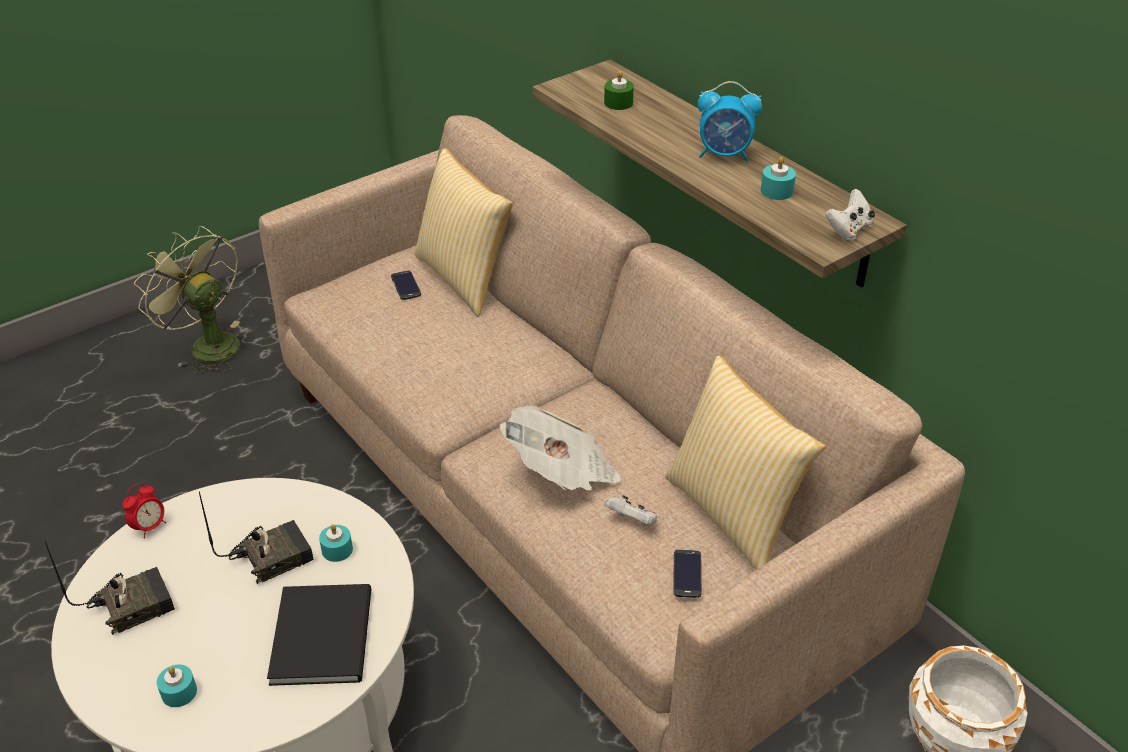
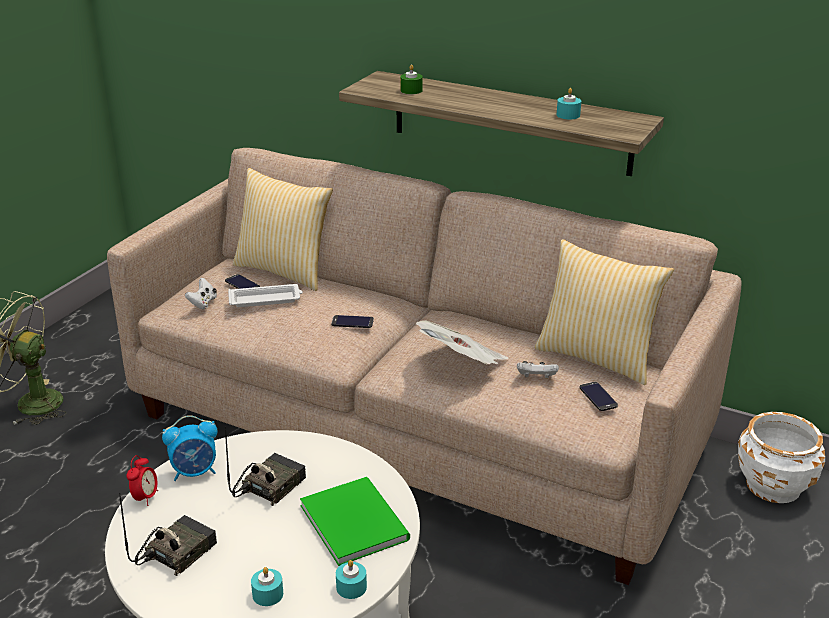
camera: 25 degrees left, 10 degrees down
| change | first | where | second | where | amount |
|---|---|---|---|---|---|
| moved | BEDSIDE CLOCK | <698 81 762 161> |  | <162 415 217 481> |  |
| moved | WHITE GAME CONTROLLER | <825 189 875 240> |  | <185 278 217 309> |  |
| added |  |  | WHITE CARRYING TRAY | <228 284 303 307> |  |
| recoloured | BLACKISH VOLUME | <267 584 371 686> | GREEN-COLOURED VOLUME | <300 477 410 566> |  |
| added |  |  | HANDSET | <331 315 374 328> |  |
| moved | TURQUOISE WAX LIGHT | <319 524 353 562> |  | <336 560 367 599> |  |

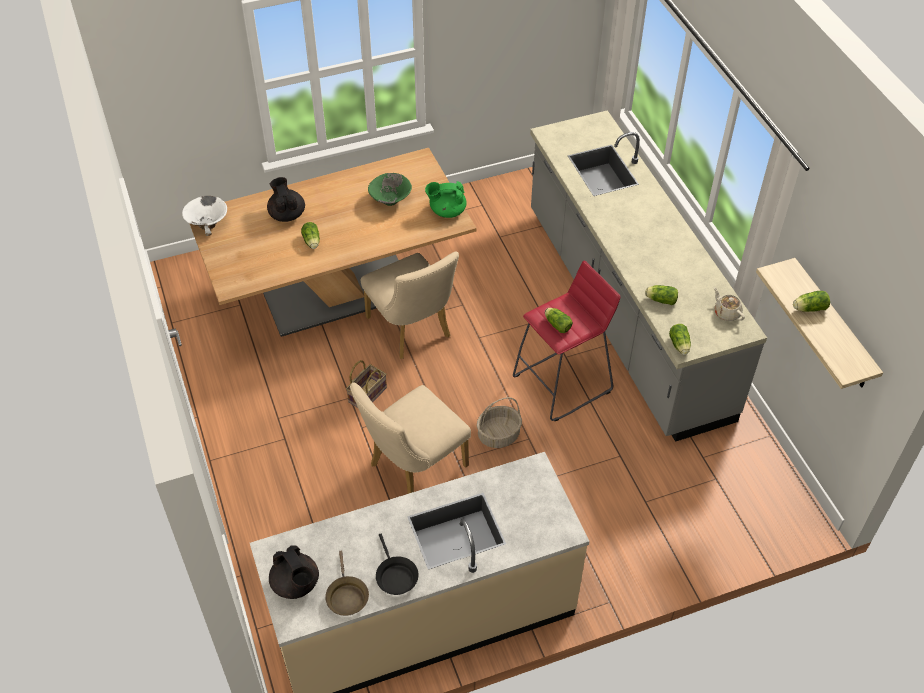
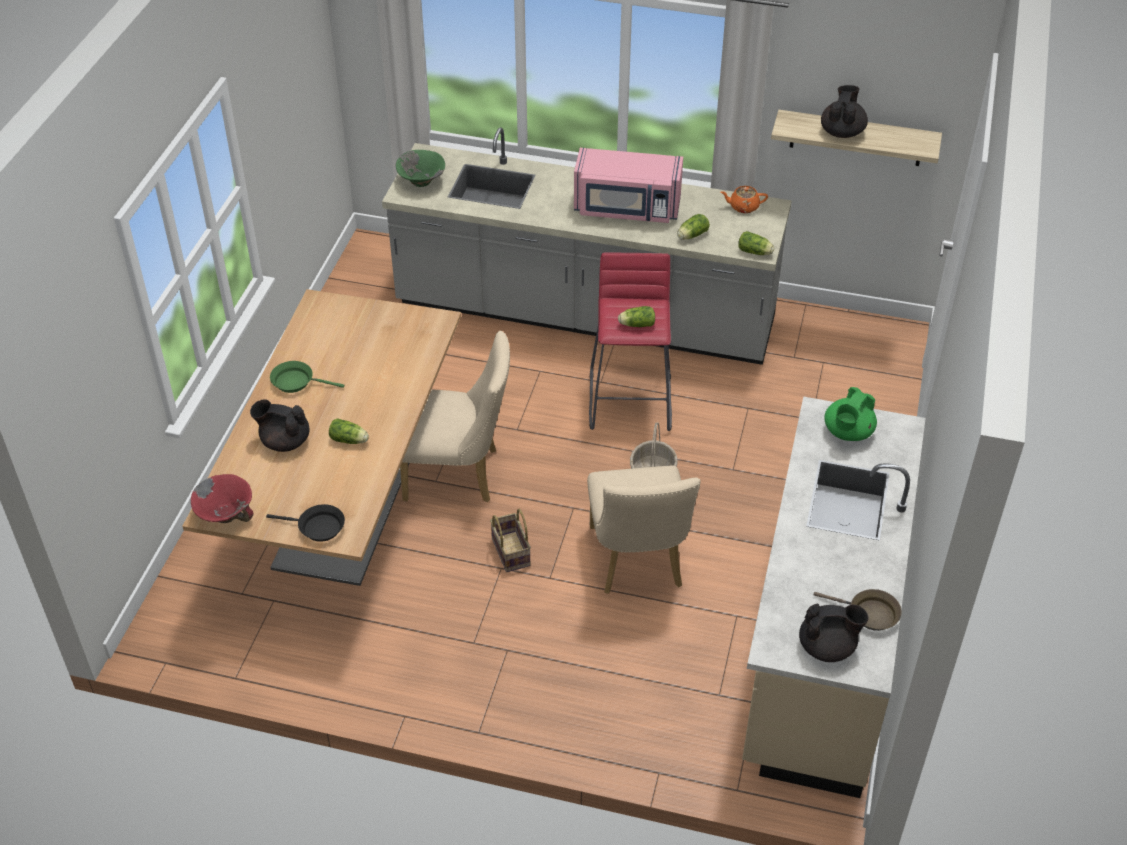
camera: 55 degrees left, 5 degrees down
| change | first | where | second | where | amount |
|---|---|---|---|---|---|
| recoloured | WHITE DEEP DISH | <182 196 227 236> | REDDISH DEEP DISH | <191 474 254 523> |  |
| moved | BLACKISH FRYING PAN | <376 534 419 595> |  | <266 504 345 542> |  |
| added |  |  | GREEN-COLOURED FRYING PAN | <270 361 344 393> |  |
| moved | GREEN-COLOURED DEEP DISH | <368 173 412 206> |  | <396 150 445 187> |  |
| added |  |  | PINK-COLOURED MICROWAVE OVEN | <574 148 683 223> |  |
| recoloured | SAND-COLOURED TEAPOT | <714 287 745 321> | ORANGE-COLOURED TEAPOT | <721 186 768 213> |  |
| replaced | LETTUCE | <793 291 830 312> | BLACKISH TEAPOT | <821 85 868 138> |  |
| moved | GREEN-COLOURED TEAPOT | <425 181 467 218> |  | <824 387 877 441> |  |

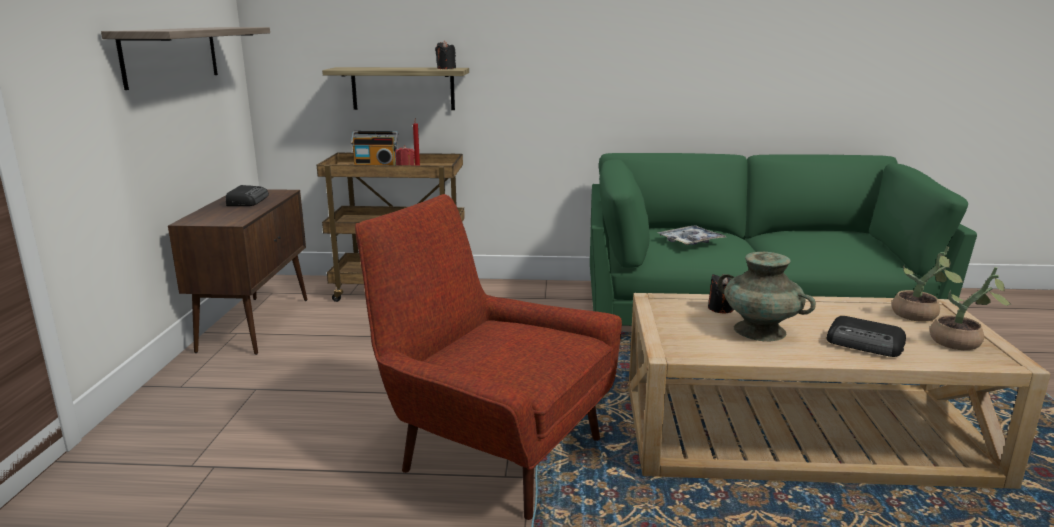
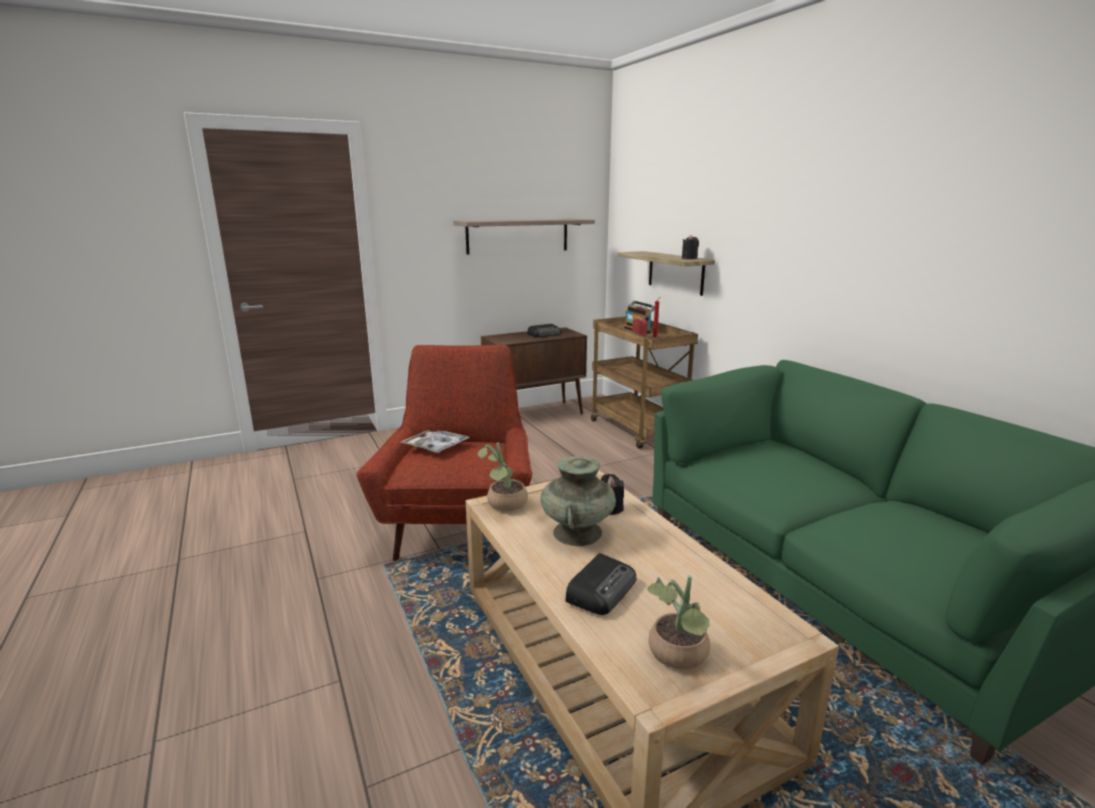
camera: 60 degrees right, 0 degrees up
| change | first | where | second | where | amount |
|---|---|---|---|---|---|
| moved | CARRYING TRAY | <657 225 726 245> |  | <401 430 470 453> |  |
| moved | POTTED PLANT | <892 246 964 322> |  | <478 442 528 511> |  |
| turned | RADIO SET | <827 316 906 357> |  | <566 553 636 615> | 150 degrees counterclockwise |

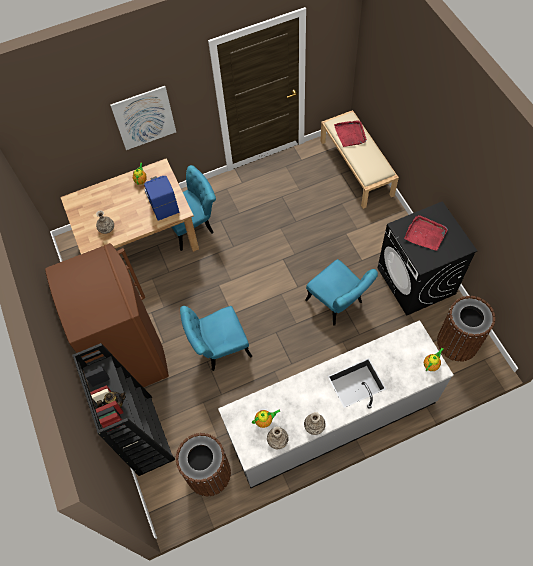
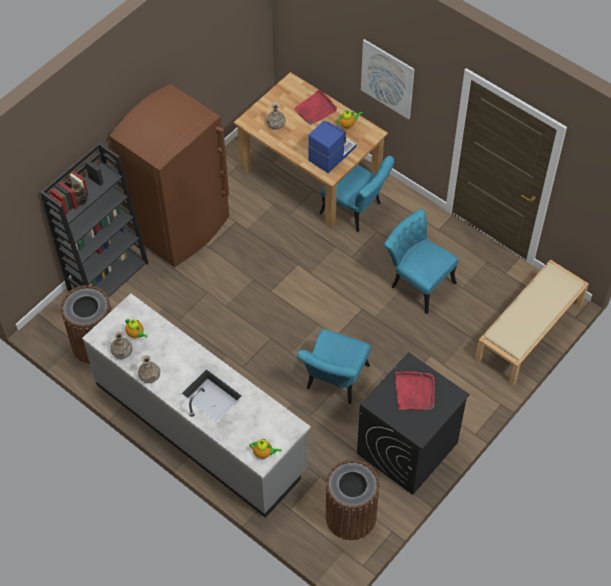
camera: 60 degrees right, 5 degrees down
| change | first | where | second | where | amount |
|---|---|---|---|---|---|
| moved | REDDISH CARRYING TRAY | <334 120 367 147> |  | <294 90 337 125> |  |
| moved | TURQUOISE PLAIN CHAIR | <180 306 252 371> |  | <384 209 459 314> |  |

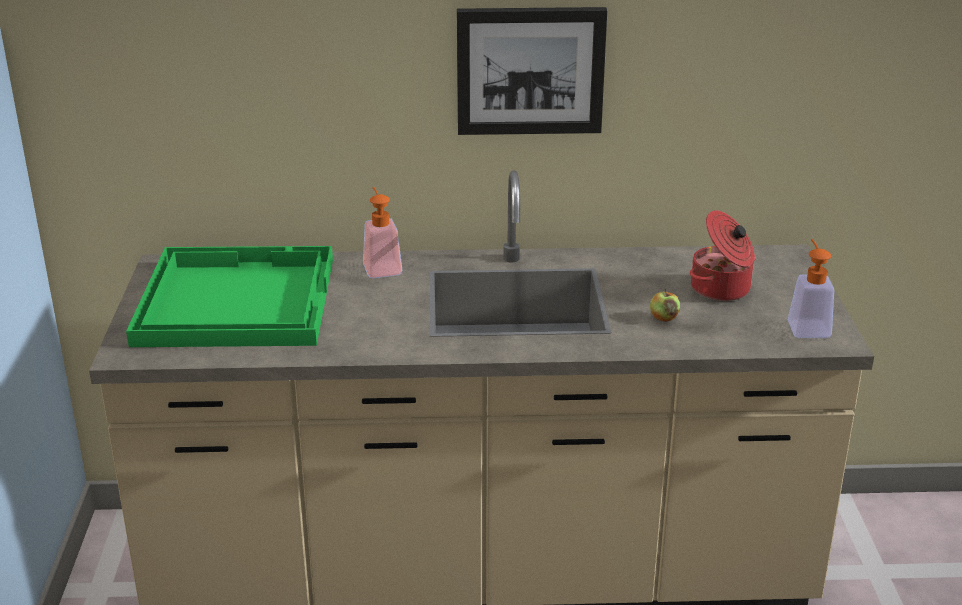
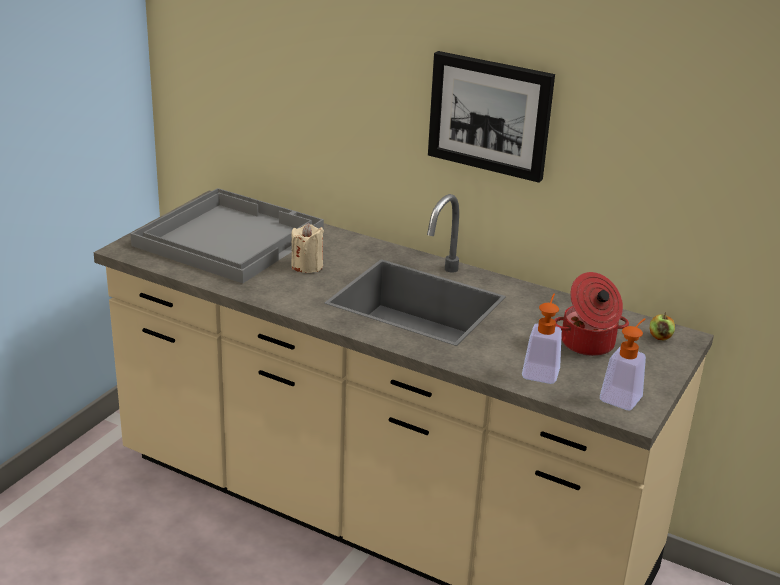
camera: 30 degrees right, 0 degrees up
| change | first | where | second | where | amount |
|---|---|---|---|---|---|
| recoloured | GREEN-COLOURED CARRYING TRAY | <126 246 333 347> | GRAY CARRYING TRAY | <130 188 324 283> |  |
| added |  |  | SAND-COLOURED WAX LIGHT | <292 223 324 273> |  |
| moved | SOAP DISPENSER | <363 187 402 278> |  | <522 293 562 384> |  |
| moved | WHOLE APPLE | <650 289 680 322> |  | <650 313 675 340> |  |

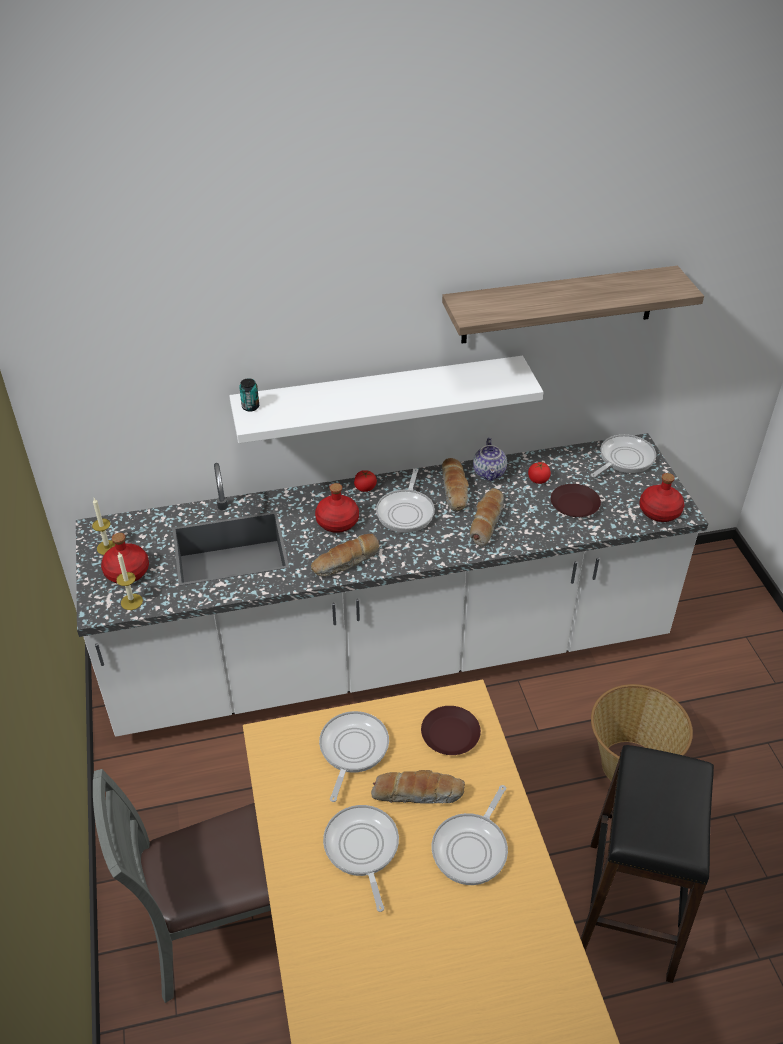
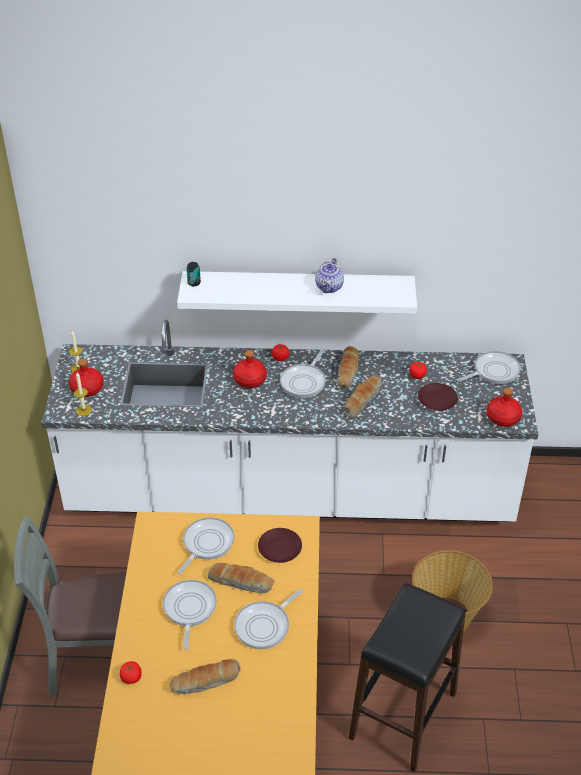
camera: 15 degrees right, 0 degrees up
| change | first | where | second | where | amount |
|---|---|---|---|---|---|
| added |  |  | WHOLE TOMATO | <120 661 142 684> |  |
| moved | BREAD | <311 534 379 576> |  | <170 659 240 694> |  |
| moved | TEAPOT | <473 438 507 481> |  | <315 258 344 293> |  |
| removed | WALL SHELF | <442 266 704 344> |  |  |  |

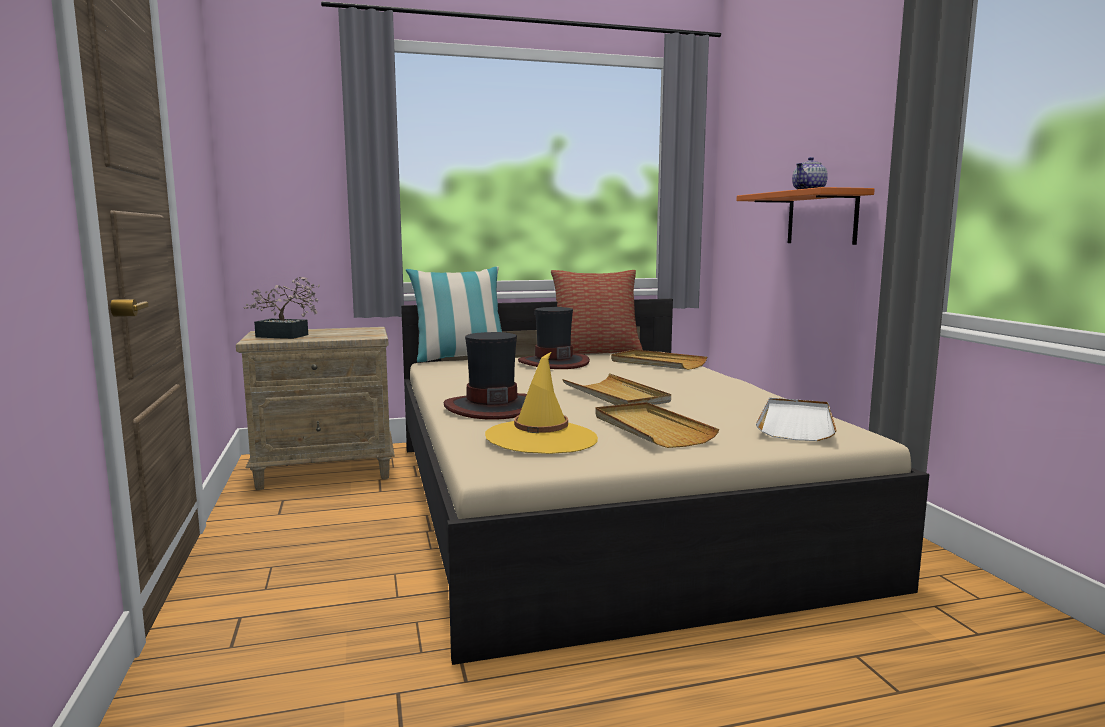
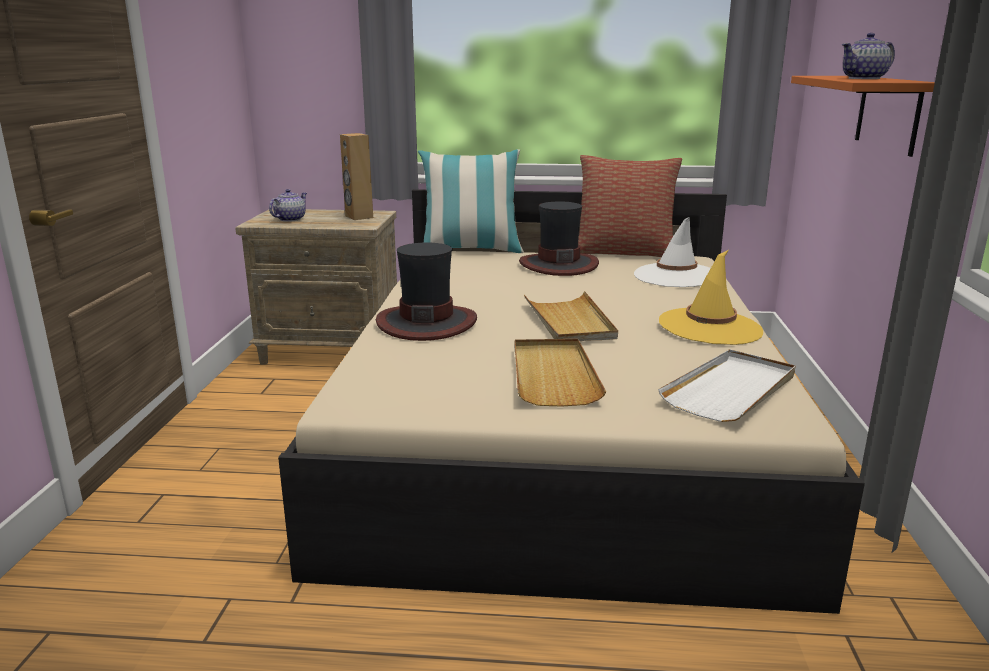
camera: 20 degrees right, 10 degrees up
| change | first | where | second | where | amount |
|---|---|---|---|---|---|
| replaced | POTTED PLANT | <243 277 320 339> | TEAPOT | <269 189 307 222> |  |
| added |  |  | BROWN SPEAKER | <340 133 373 220> |  |
| replaced | SAND-COLOURED CARRYING TRAY | <611 349 707 370> | WHITE HAT | <634 217 711 287> |  |
| moved | YELLOWISH HAT | <485 351 598 454> |  | <659 250 763 345> |  |

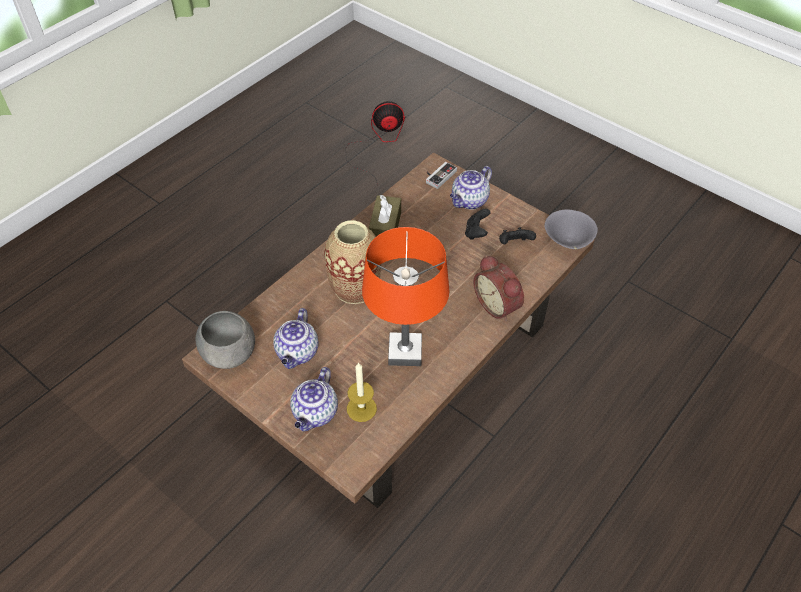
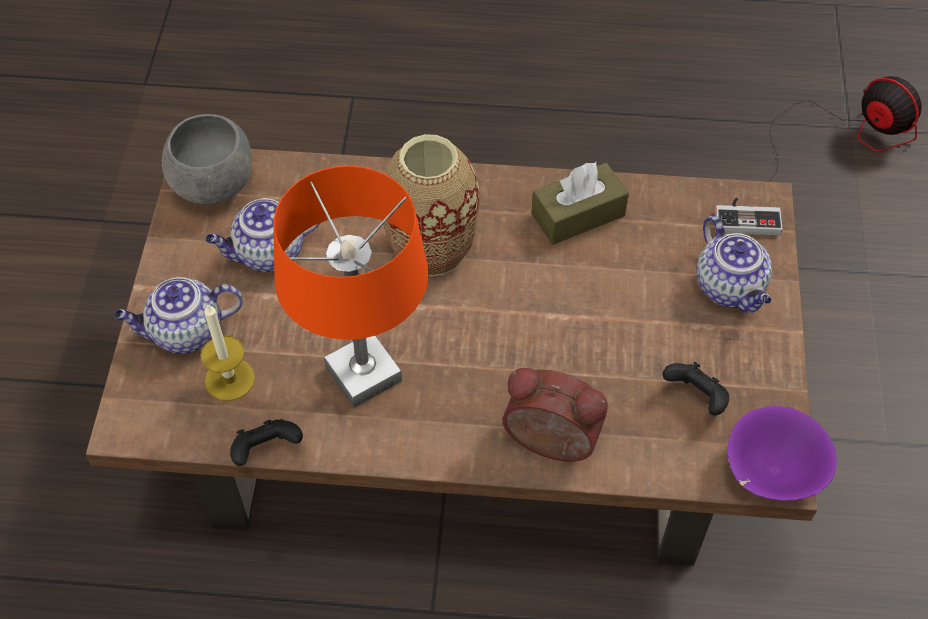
camera: 55 degrees right, 5 degrees up
| change | first | where | second | where | amount |
|---|---|---|---|---|---|
| moved | BLACKISH GAME CONTROLLER | <465 209 491 240> |  | <230 419 303 466> |  |
| turned | BEDSIDE CLOCK | <473 255 524 321> |  | <502 368 608 462> | 90 degrees clockwise |
| turned | TEAPOT | <450 166 492 210> |  | <696 216 772 313> | 120 degrees counterclockwise |
| recoloured | GRAY DEEP DISH | <545 209 598 249> | PURPLISH DEEP DISH | <728 406 837 501> |  |

